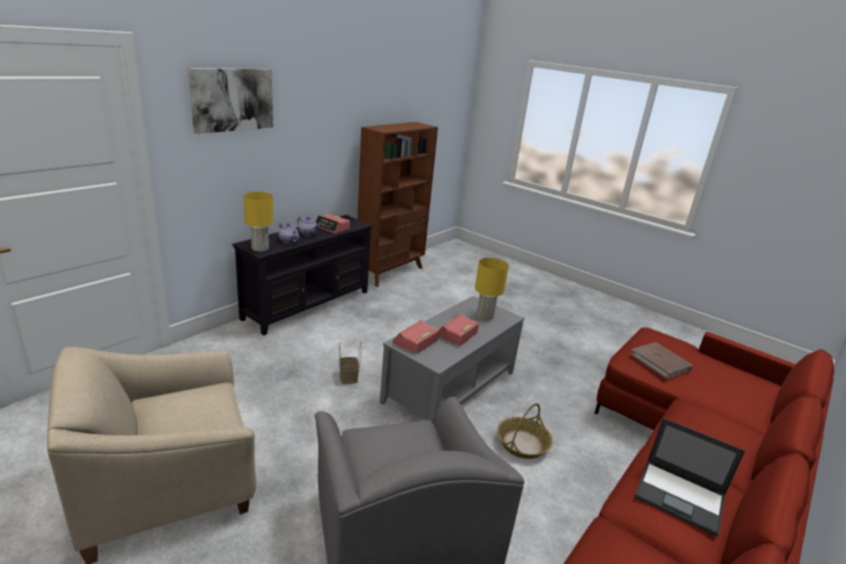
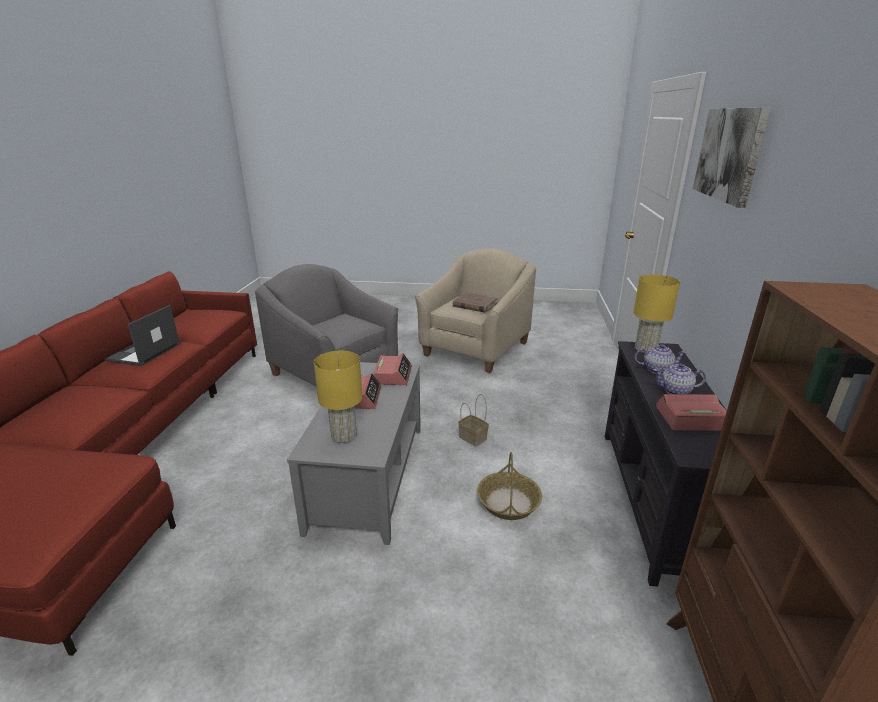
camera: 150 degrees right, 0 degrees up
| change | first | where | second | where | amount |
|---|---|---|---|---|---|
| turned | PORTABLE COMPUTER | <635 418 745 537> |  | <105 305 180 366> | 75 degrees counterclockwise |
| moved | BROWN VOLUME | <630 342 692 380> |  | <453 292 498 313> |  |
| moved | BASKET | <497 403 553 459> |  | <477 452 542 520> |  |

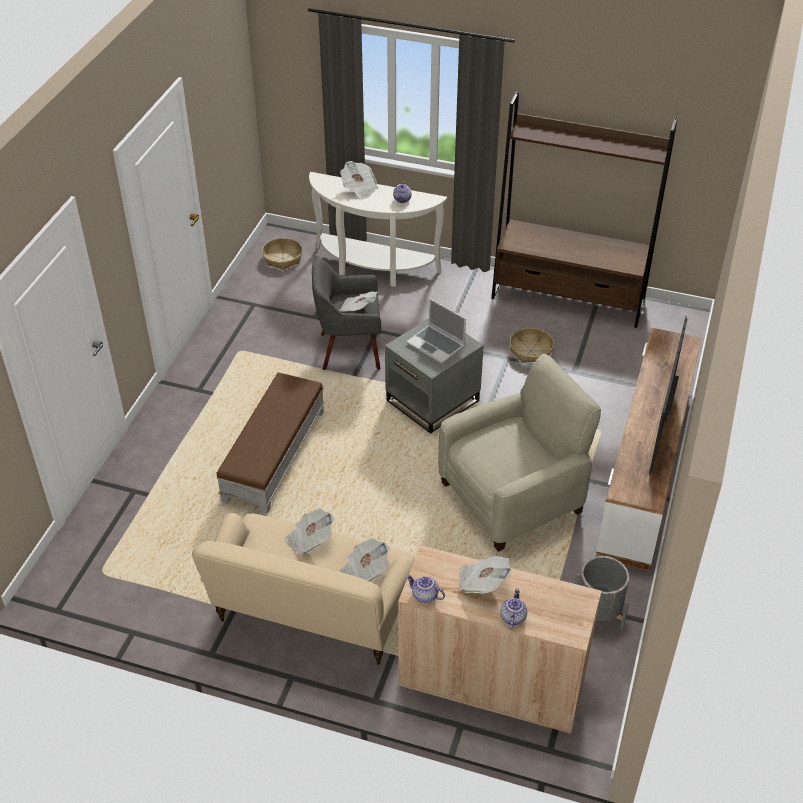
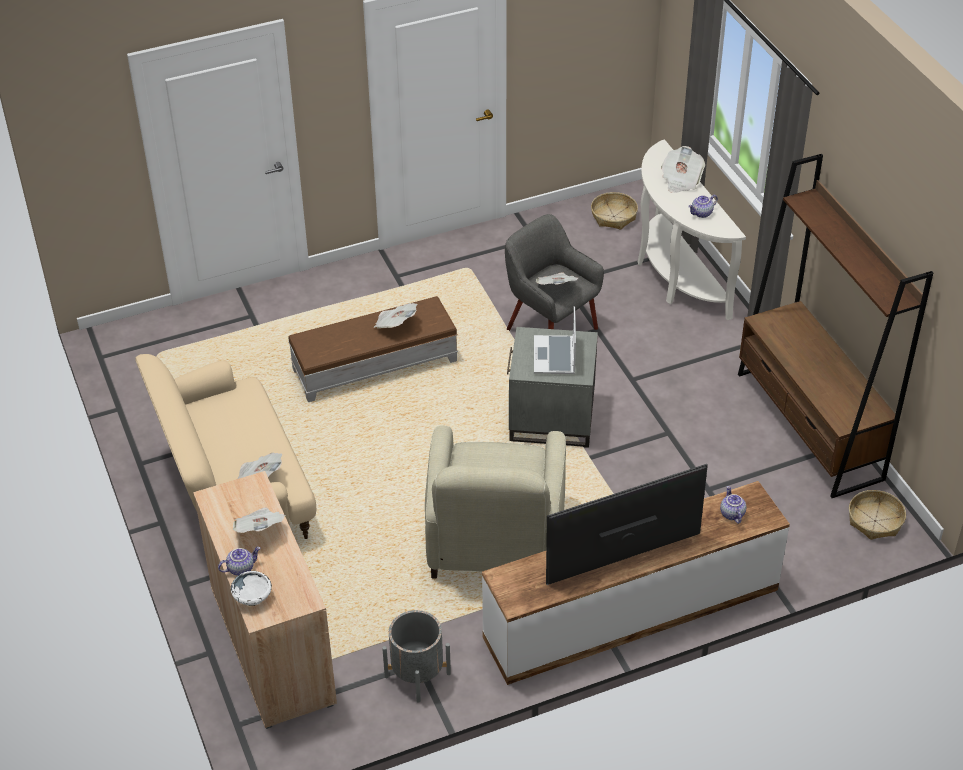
camera: 50 degrees right, 0 degrees up
| change | first | where | second | where | amount |
|---|---|---|---|---|---|
| added |  |  | WHITE DEEP DISH | <231 571 272 606> |  |
| moved | DAILY PAPER | <284 508 334 556> |  | <373 303 418 328> |  |
| turned | SAND-COLOURED EASY CHAIR | <438 354 601 552> |  | <425 425 566 579> | 75 degrees clockwise |
| moved | TEAPOT | <406 575 445 603> |  | <720 486 746 524> |  |
| moved | BASKET | <510 328 554 363> |  | <849 490 906 540> |  |

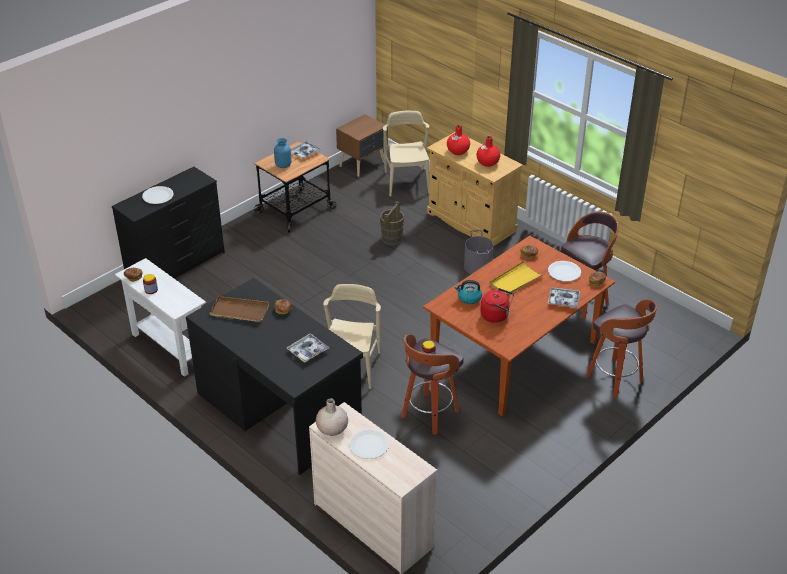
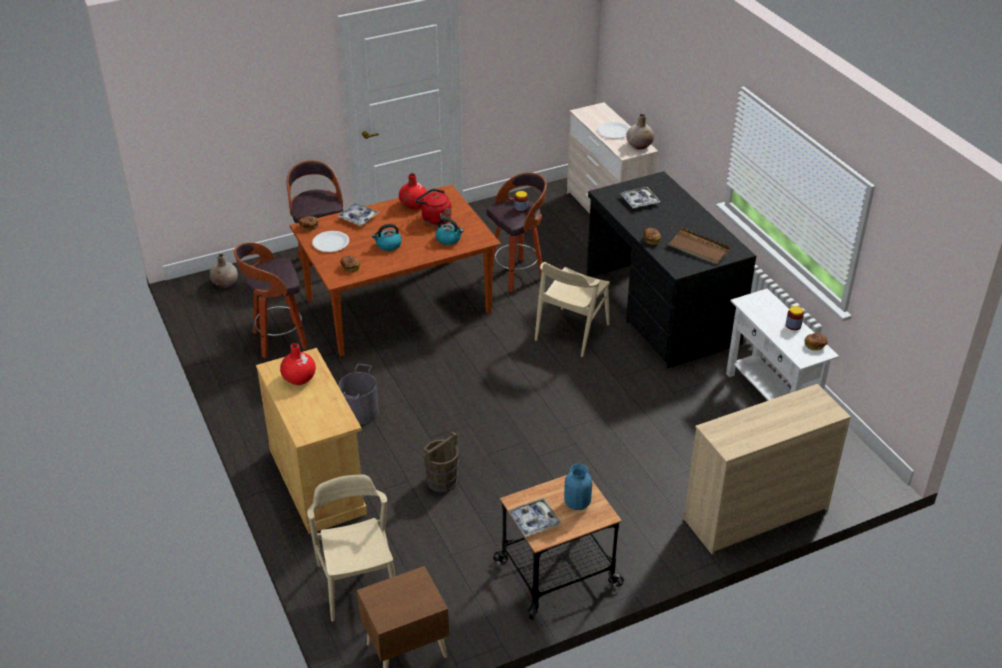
camera: 160 degrees left, 0 degrees up
| change | first | where | second | where | amount |
|---|---|---|---|---|---|
| added |  |  | SAND-COLOURED VASE | <209 254 238 288> |  |
| turned | SAND-COLOURED PLAIN CHAIR | <383 111 430 197> |  | <307 475 395 622> | 150 degrees clockwise |
| replaced | YELLOWISH CARRYING TRAY | <489 261 544 296> | KETTLE | <372 224 402 251> |  |
| moved | REDDISH VASE | <447 125 470 155> |  | <399 173 427 209> |  |
| recoloured | BLACKISH DRAWER CHEST | <112 167 225 278> | SAND-COLOURED DRAWER CHEST | <684 384 851 554> |  |
| removed | WHITE PLATE | <142 186 174 204> |  |  |  |

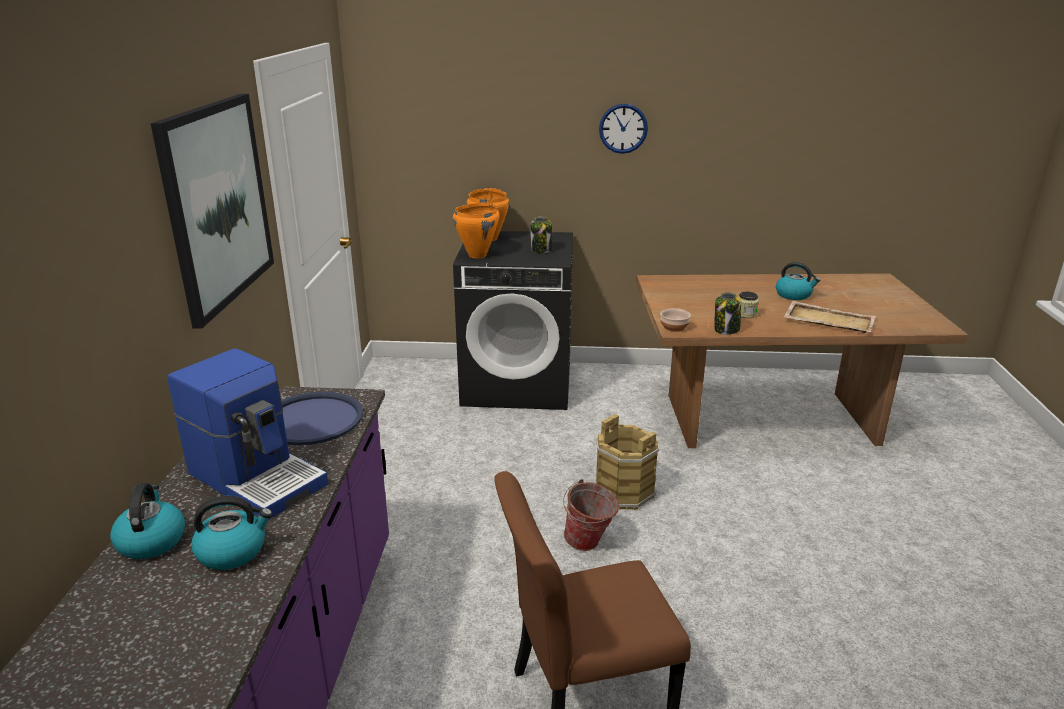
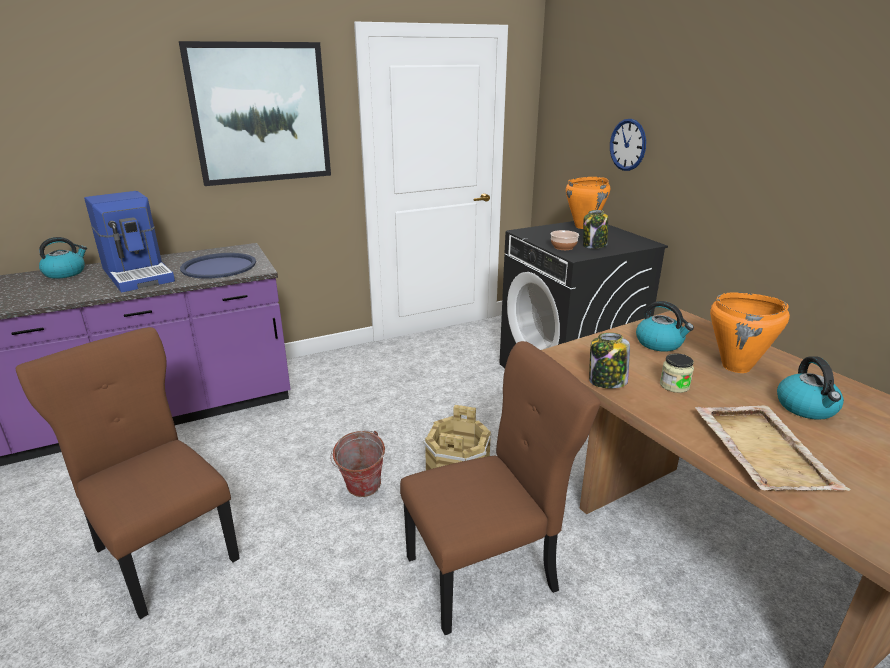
camera: 60 degrees right, 0 degrees up
| change | first | where | second | where | amount |
|---|---|---|---|---|---|
| turned | COFFEE MAKER | <167 349 328 519> |  | <84 191 175 293> | 45 degrees counterclockwise |
| added |  |  | BROWN PLAIN CHAIR | <400 341 601 635> |  |
| moved | DEEP DISH | <660 308 691 332> |  | <551 230 579 250> |  |
| moved | HANGING CLOCK | <599 104 648 154> |  | <610 119 646 171> |  |
| moved | KETTLE | <191 496 272 570> |  | <636 301 694 352> |  |
| moved | ORANGE-COLOURED COOKING POT | <453 202 500 258> |  | <710 292 790 373> |  |

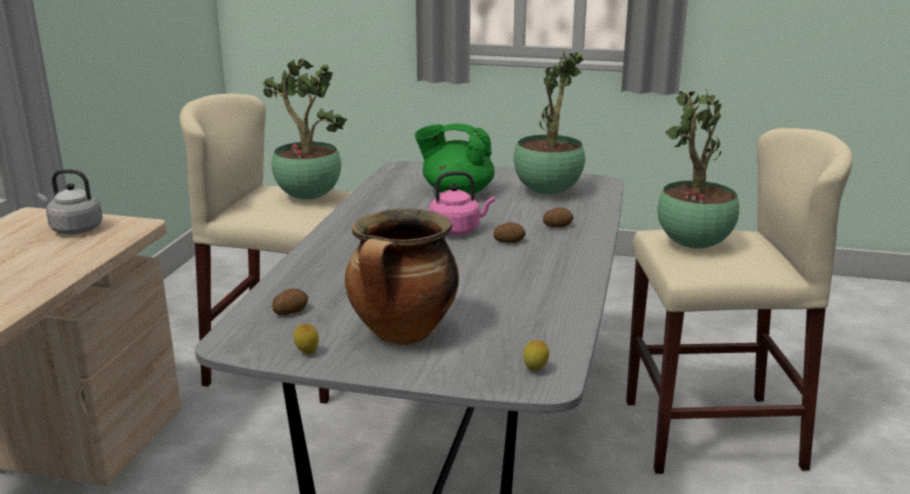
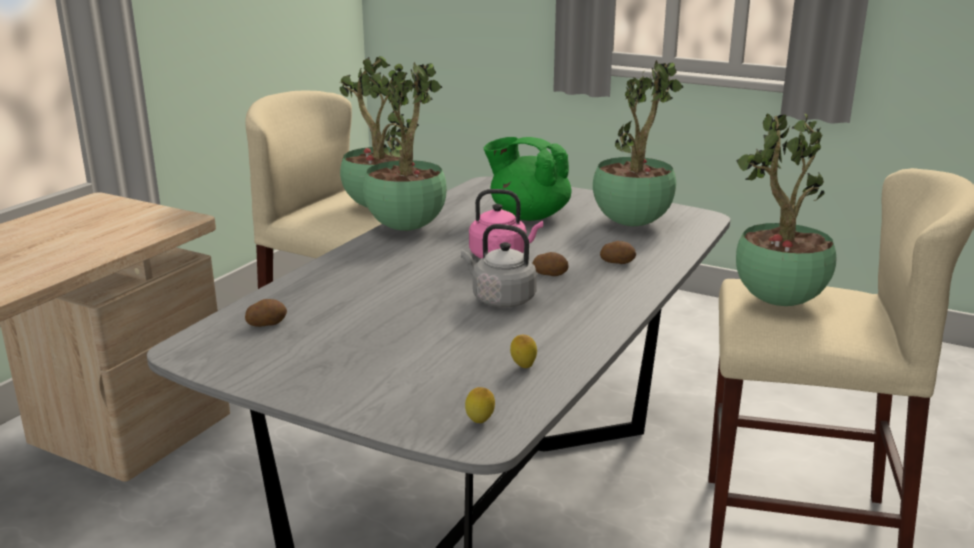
camera: 15 degrees right, 0 degrees up
| change | first | where | second | where | amount |
|---|---|---|---|---|---|
| added |  |  | POTTED PLANT | <363 61 447 231> |  |
| moved | GRAY KETTLE | <37 169 103 234> |  | <461 224 537 307> |  |
| moved | CITRUS FRUIT | <294 324 319 354> |  | <510 335 537 368> |  |
| removed | COOKING POT | <345 209 459 345> |  |  |  |

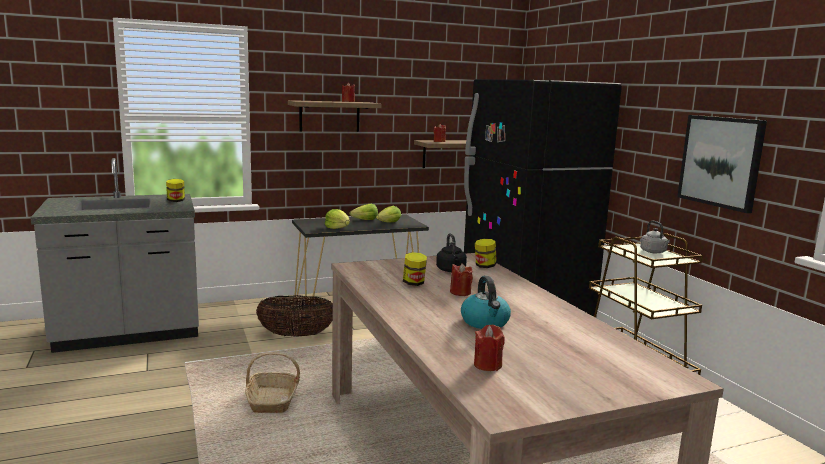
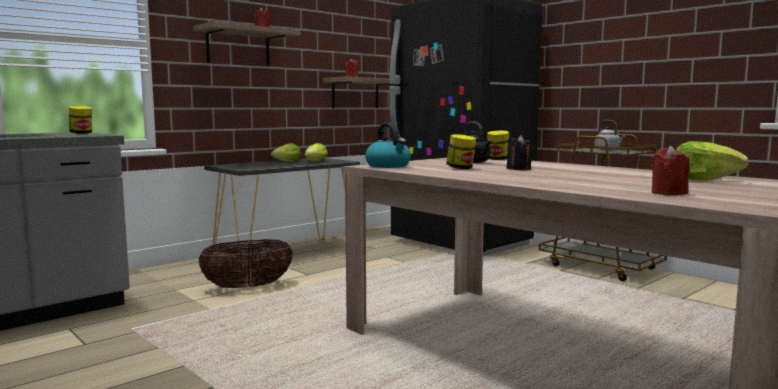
camera: 20 degrees left, 5 degrees down
| change | first | where | second | where | amount |
|---|---|---|---|---|---|
| moved | KETTLE | <461 276 511 329> |  | <365 122 411 168> |  |
| recoloured | REDDISH WAX LIGHT | <450 263 473 296> | BLACKISH WAX LIGHT | <507 135 534 170> |  |
| moved | LETTUCE | <325 209 350 229> |  | <676 141 749 181> |  |
| removed | BASKET | <245 352 300 413> |  |  |  |
| removed | WALL PICTURE | <677 115 767 213> |  |  |  |

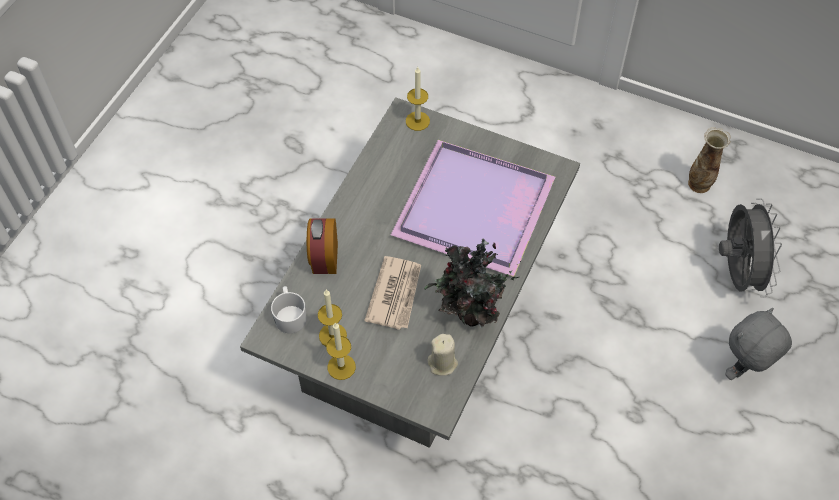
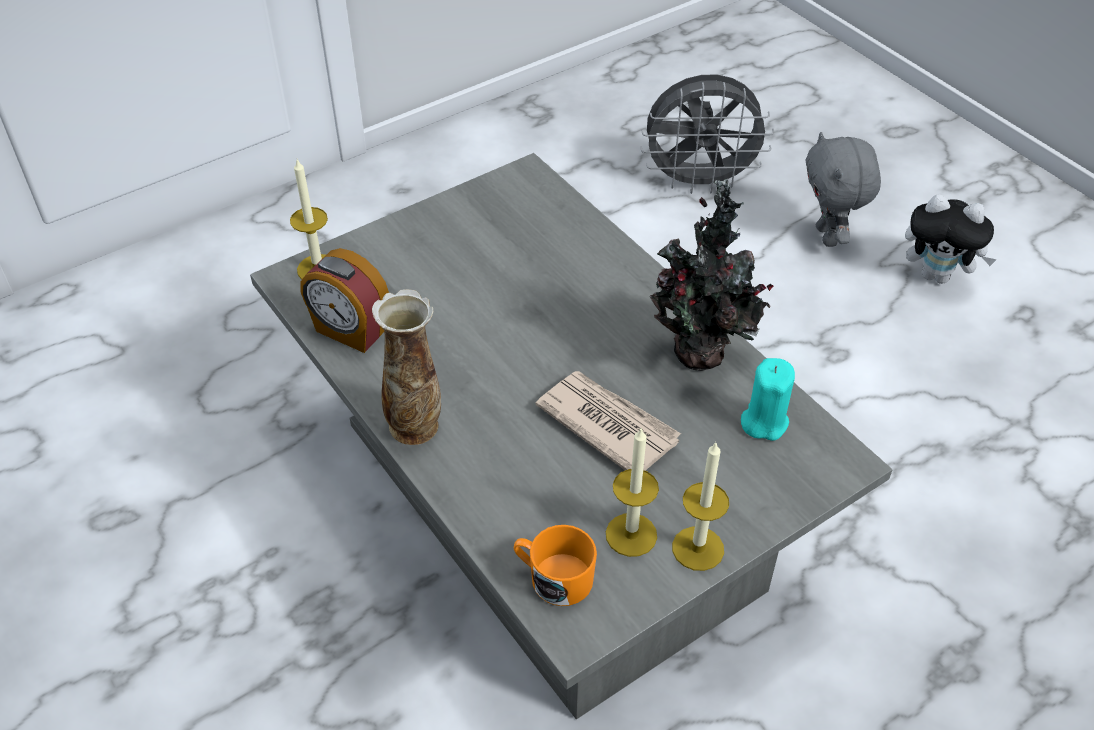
camera: 60 degrees left, 10 degrees down
| change | first | where | second | where | amount |
|---|---|---|---|---|---|
| moved | BEDSIDE CLOCK | <307 218 338 274> |  | <300 248 389 353> |  |
| moved | VASE | <688 127 730 193> |  | <372 289 441 445> |  |
| recoloured | WHITE COFFEE MUG | <271 286 307 333> | ORANGE-COLOURED COFFEE MUG | <514 525 597 606> |  |
| turned | GRAY FAN | <719 198 782 298> |  | <640 75 774 194> | 150 degrees clockwise |
| recoloured | SAND-COLOURED WAX LIGHT | <428 334 458 376> | TURQUOISE WAX LIGHT | <741 358 795 441> |  |
| added |  |  | SOFT TOY | <905 194 997 284> |  |
| removed | PURPLISH CARRYING TRAY | <391 140 555 277> |  |  |  |

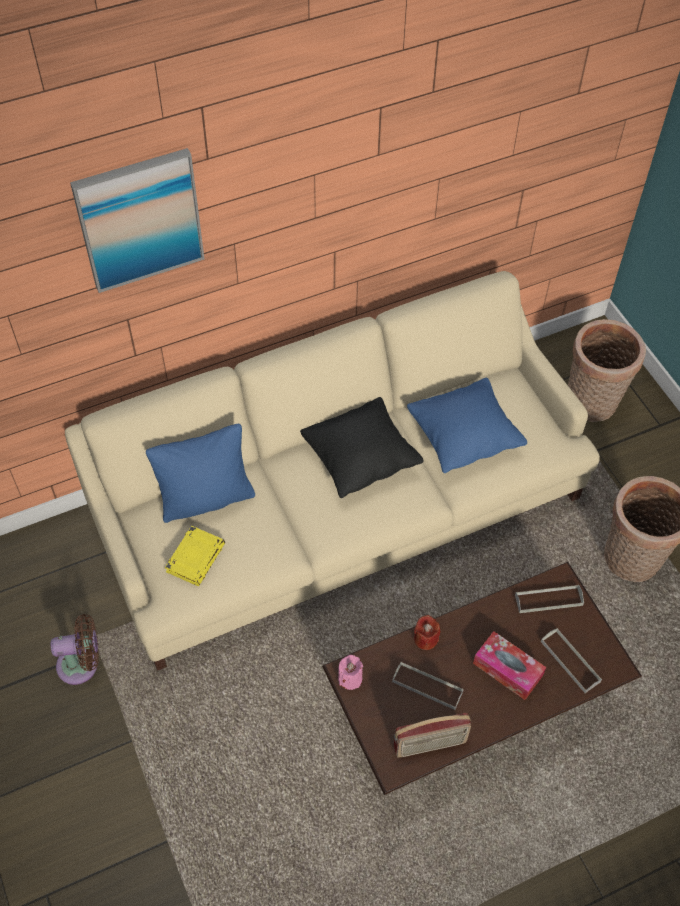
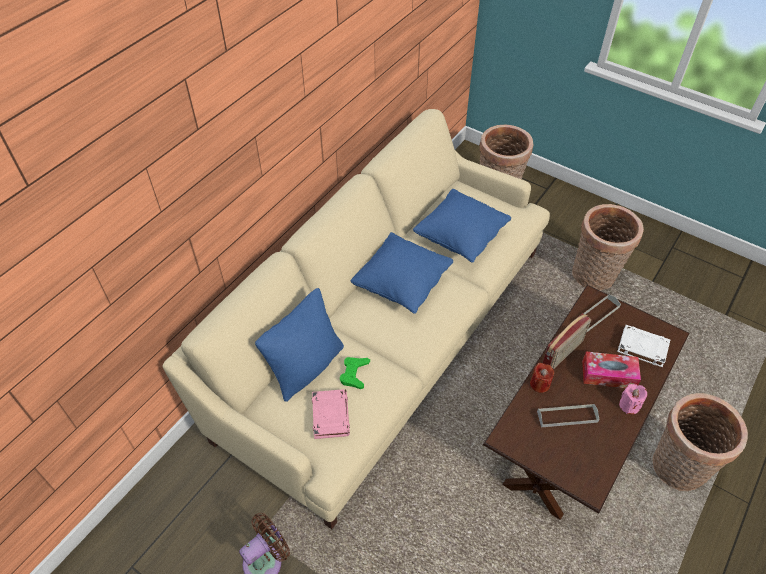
camera: 30 degrees left, 5 degrees down
| change | first | where | second | where | amount |
|---|---|---|---|---|---|
| recoloured | YELLOWISH VOLUME | <165 526 225 586> | PINK-COLOURED VOLUME | <312 389 350 439> |  |
| added |  |  | GREEN-COLOURED GAME CONTROLLER | <340 357 370 389> |  |
| recoloured | BLACKISH PILLOW | <300 397 424 498> | BLUISH PILLOW | <351 232 453 314> |  |
| moved | RADIO SET | <393 713 471 758> |  | <542 313 591 369> |  |
| replaced | GRAY CARRYING TRAY | <541 628 602 693> | WHITE VOLUME | <617 325 670 367> |  |
| moved | PINK-COLOURED WAX LIGHT | <338 655 363 690> |  | <619 384 647 414> |  |
| added |  |  | BASKET | <653 393 748 491> |  |
| removed | WALL PICTURE | <70 148 204 293> |  |  |  |

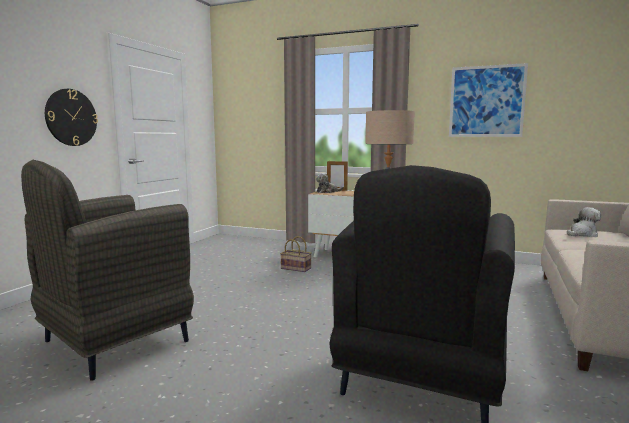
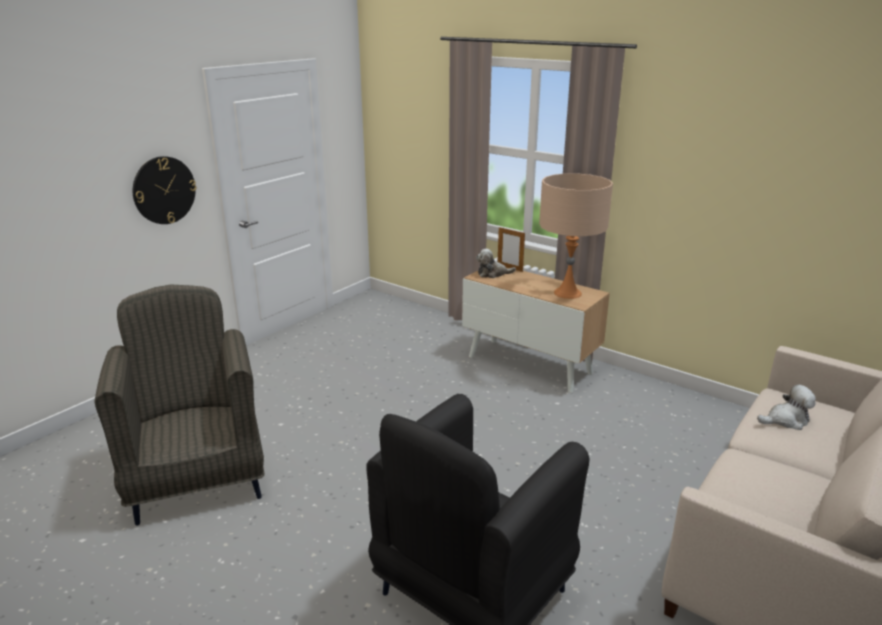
camera: 15 degrees right, 15 degrees up
| change | first | where | second | where | amount |
|---|---|---|---|---|---|
| turned | GRAY EASY CHAIR | <21 160 194 381> |  | <94 284 265 526> | 105 degrees clockwise |
| removed | BASKET | <280 236 312 272> |  |  |  |
| removed | WALL PICTURE | <449 63 528 137> |  |  |  |

